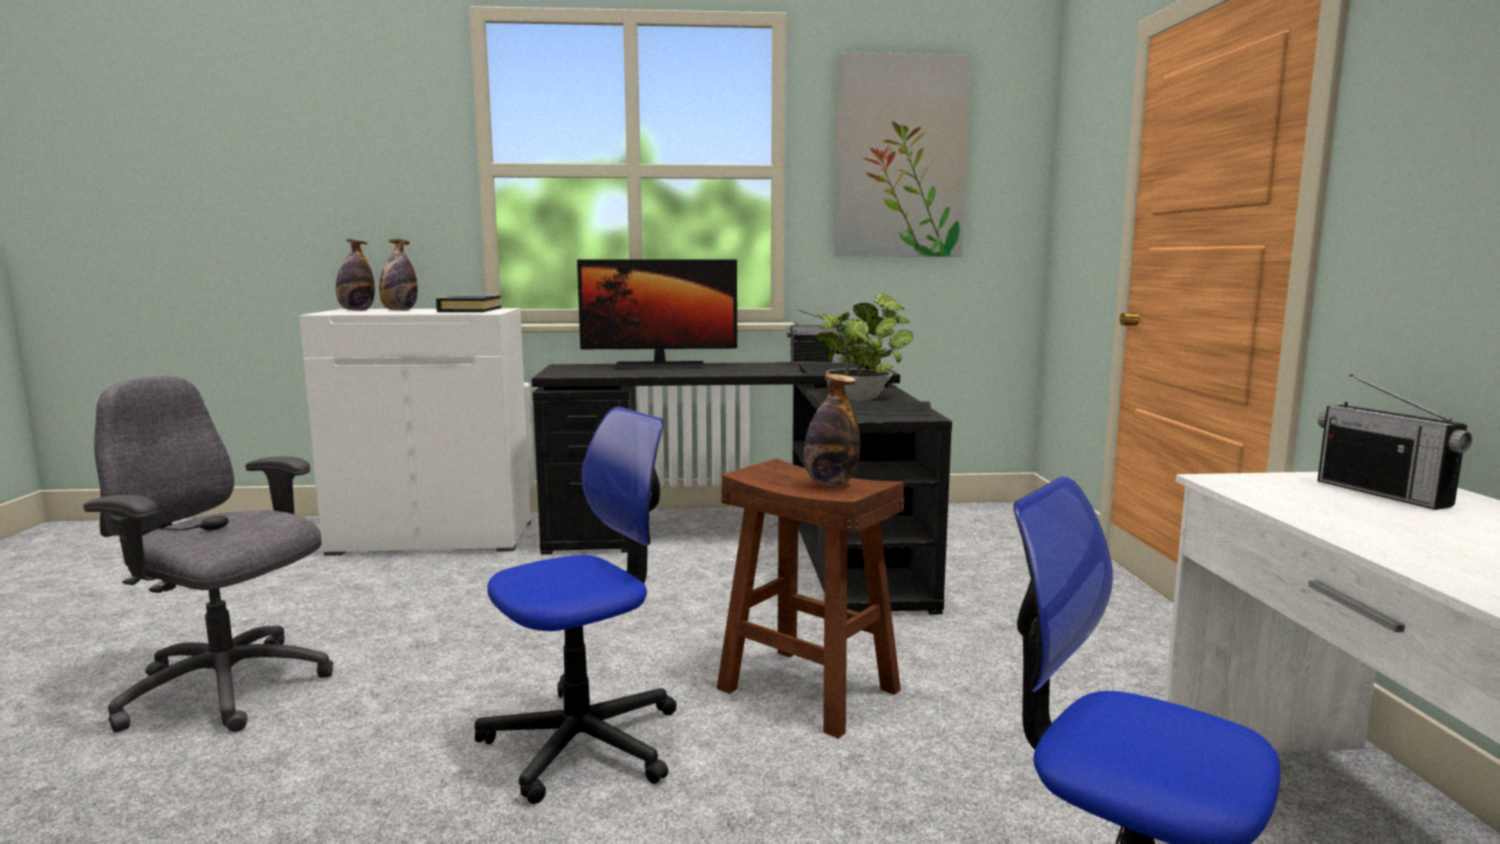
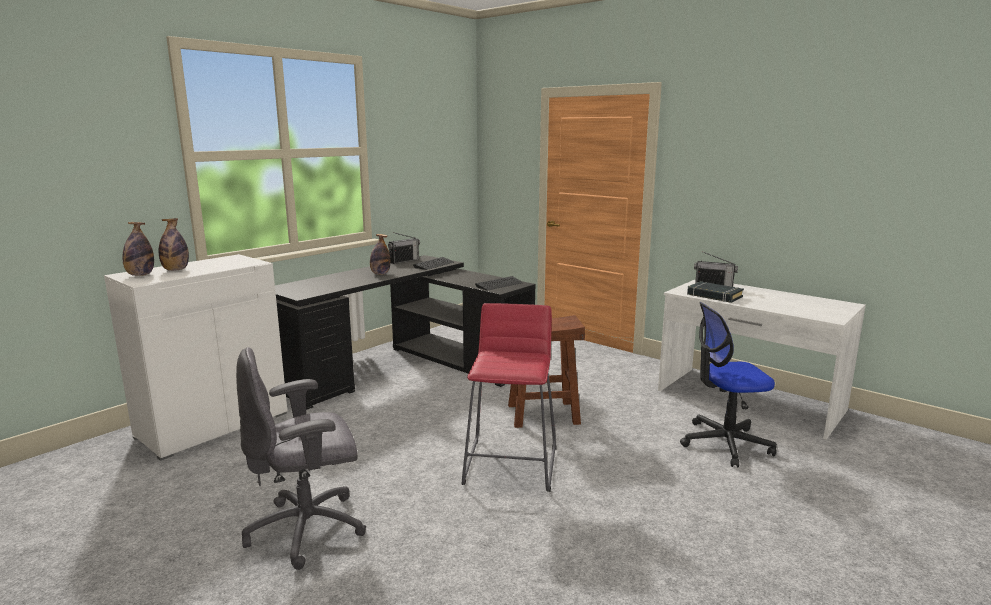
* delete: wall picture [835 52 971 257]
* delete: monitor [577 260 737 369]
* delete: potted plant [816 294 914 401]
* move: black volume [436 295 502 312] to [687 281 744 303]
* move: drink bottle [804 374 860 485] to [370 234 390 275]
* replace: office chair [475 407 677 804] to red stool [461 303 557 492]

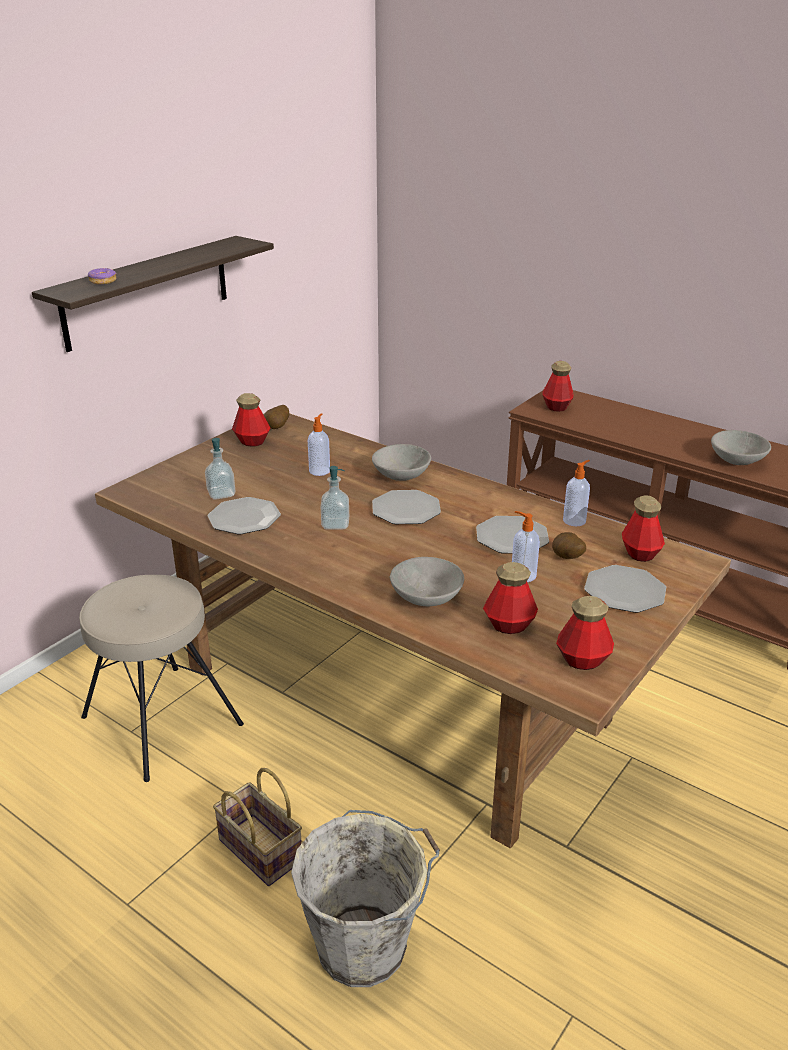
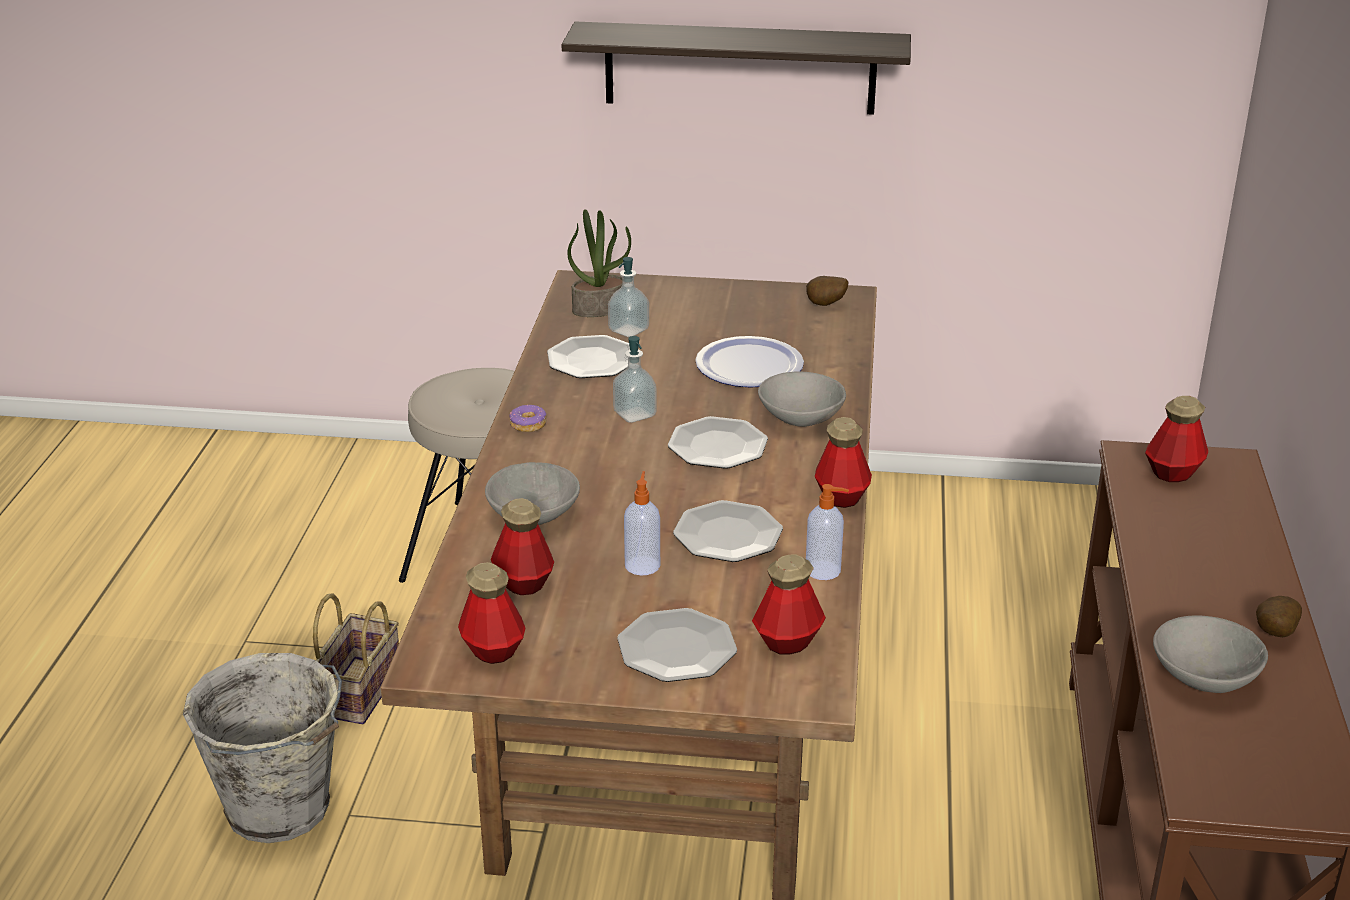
* move: ring doughnut [88 268 116 284] to [509 405 547 432]
* move: drink bottle [232 393 271 447] to [815 417 872 508]
* replace: liquid soap bottle [308 413 330 476] to dinner plate [695 336 804 388]
* move: spud [552 532 586 559] to [1256 596 1302 637]
* insert: potted plant [568 209 631 317]

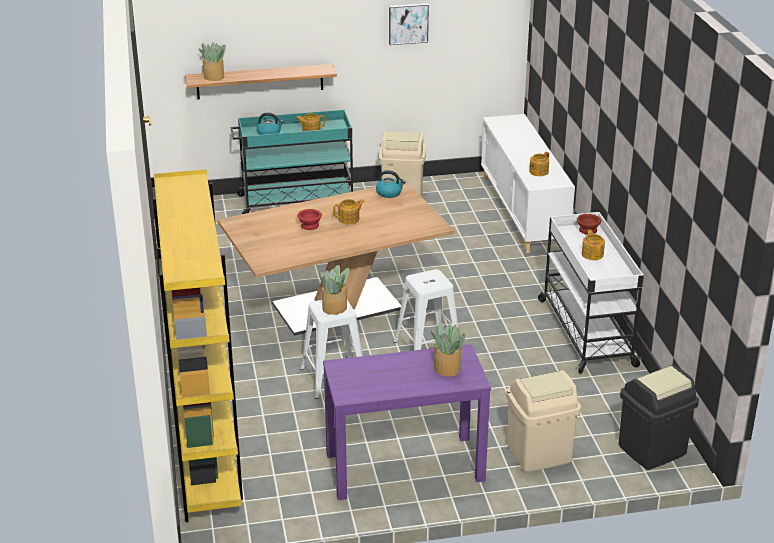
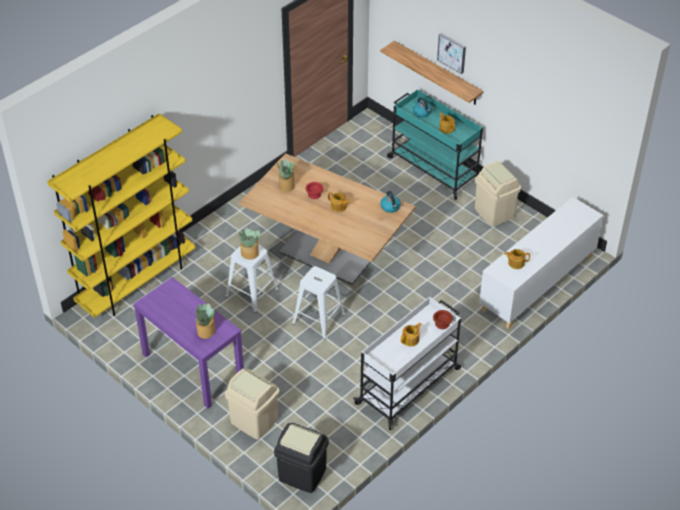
* move: wall picture [389 3 429 45] to [437 33 466 74]
* move: potted plant [199 43 226 81] to [277 159 295 192]

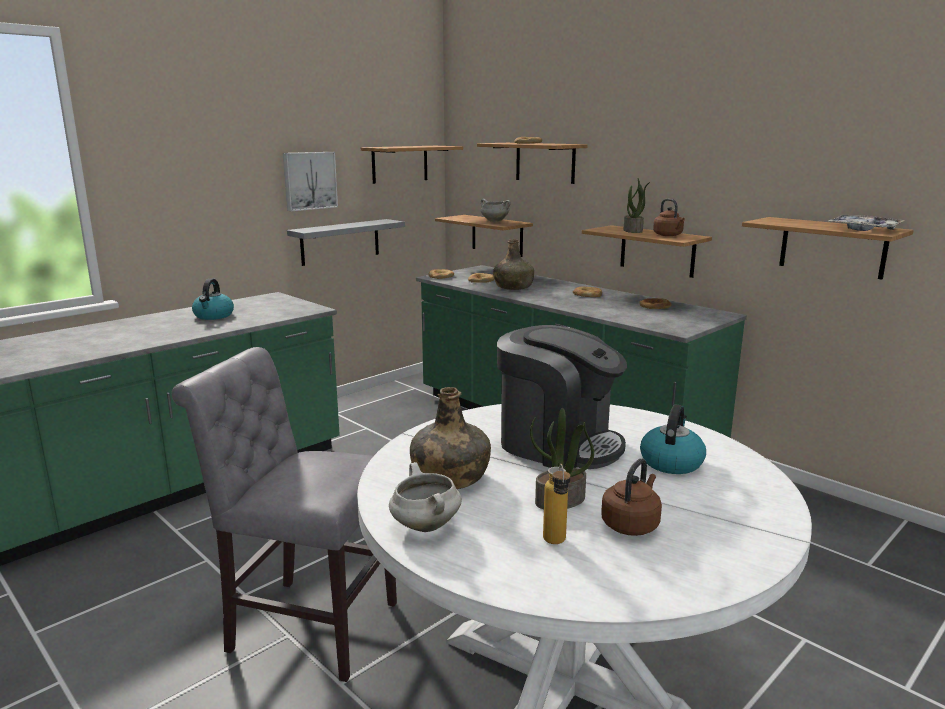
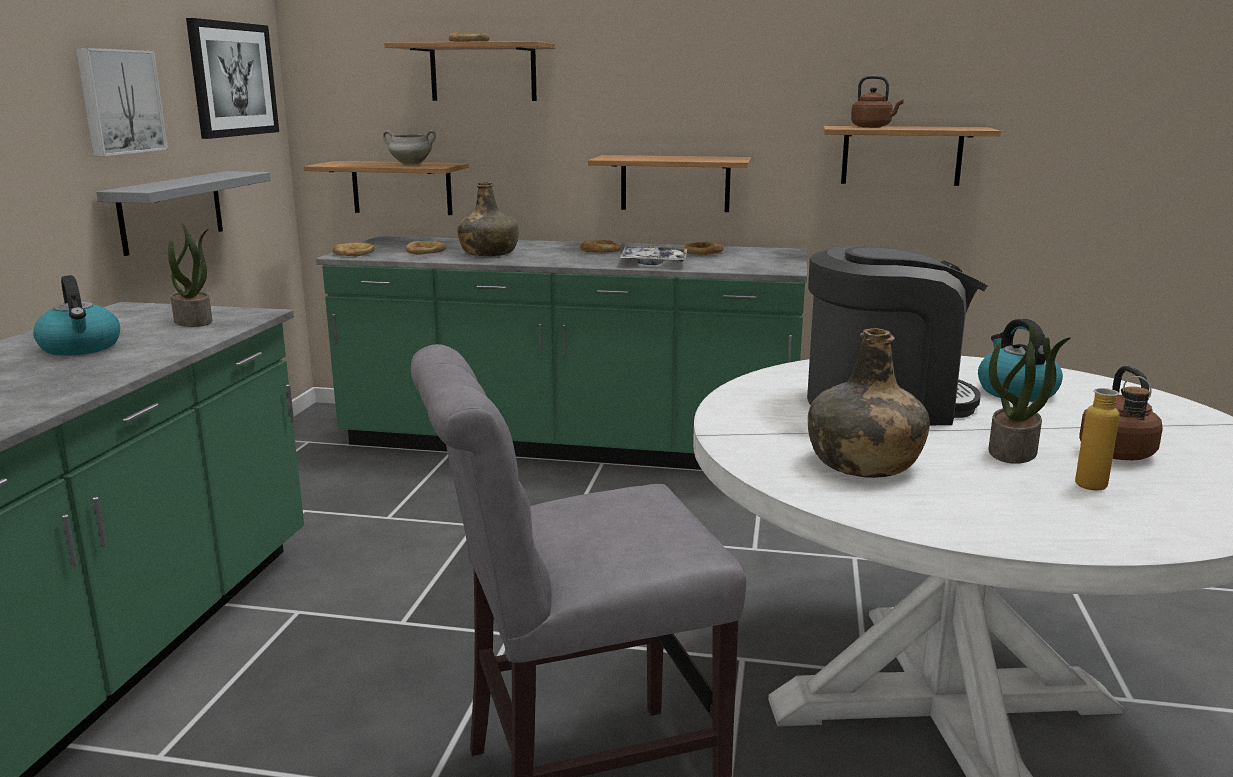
* replace: bracket shelf [361 146 463 184] to wall picture [186 18 279 139]
* move: potted plant [623 178 650 233] to [168 223 212 327]
* move: brown-coloured kettle [653 198 685 236] to [851 76 904 128]
* move: tray [829 215 905 231] to [620 246 687 265]
* delete: white-coloured stockpot [389 462 462 532]

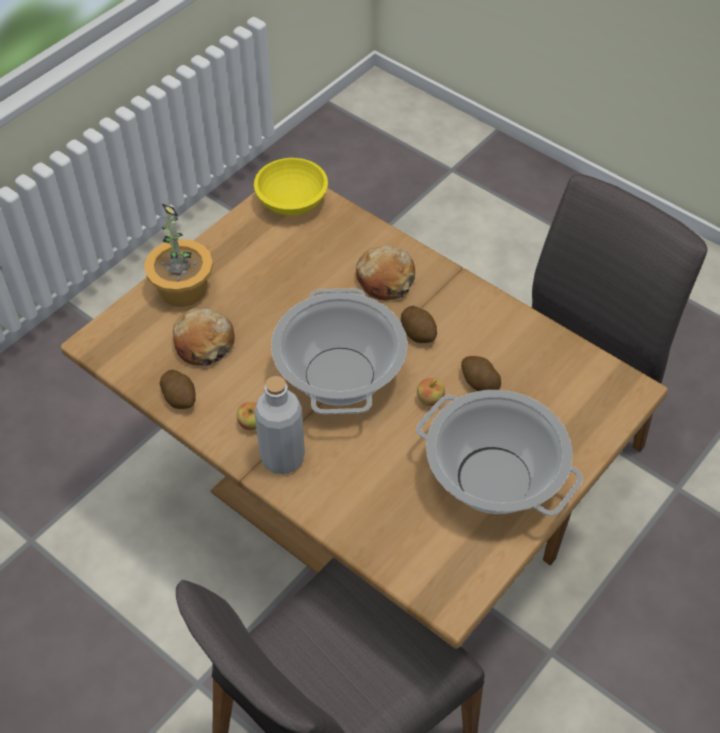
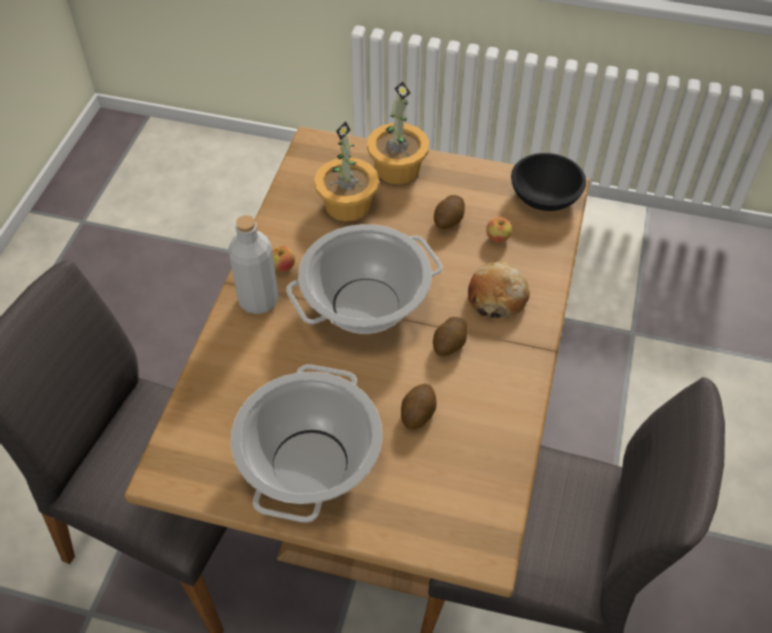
* recolor: yellowish serving bowl [254 158 328 215] to black serving bowl [511 153 586 211]
* replace: bread [173 308 235 366] to potted plant [314 121 379 222]
* move: spud [159 370 196 409] to [434 195 465 229]
* move: apple fruit [417 378 445 406] to [486 217 512 243]

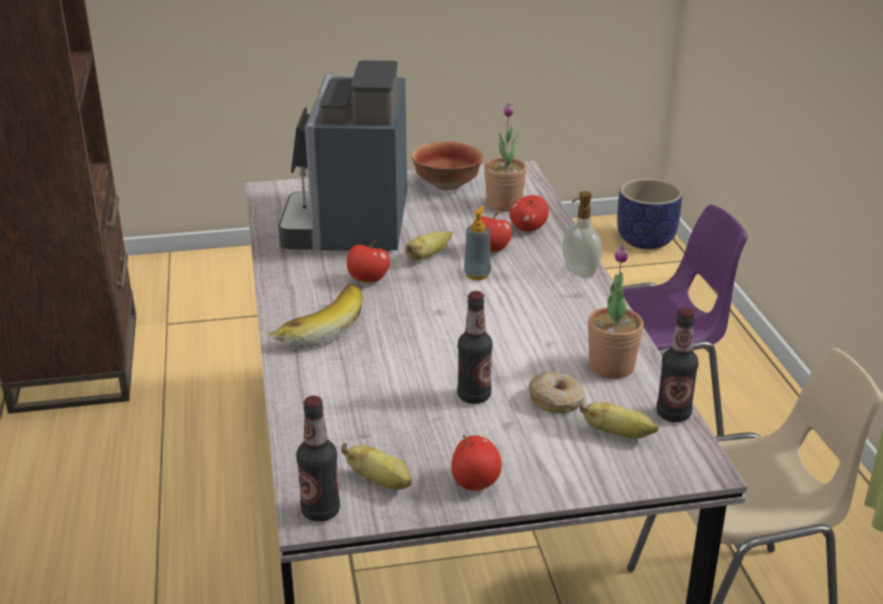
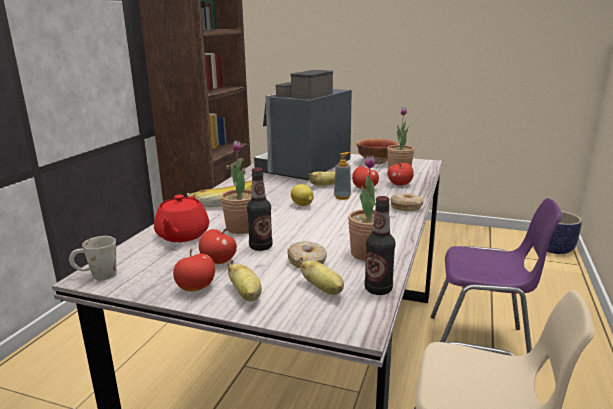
* replace: liquid soap bottle [563 191 601 278] to ring doughnut [390 193 423 211]
* move: apple fruit [347 241 390 283] to [199 228 237 264]
* replace: drink bottle [296 396 340 522] to white-coloured mug [69 236 116 280]
* move: whole banana [341 443 413 490] to [227 260 262 301]
* insert: potted plant [221 140 252 234]
* insert: citrus fruit [291 184 314 206]
* insert: red tea pot [154 194 209 242]

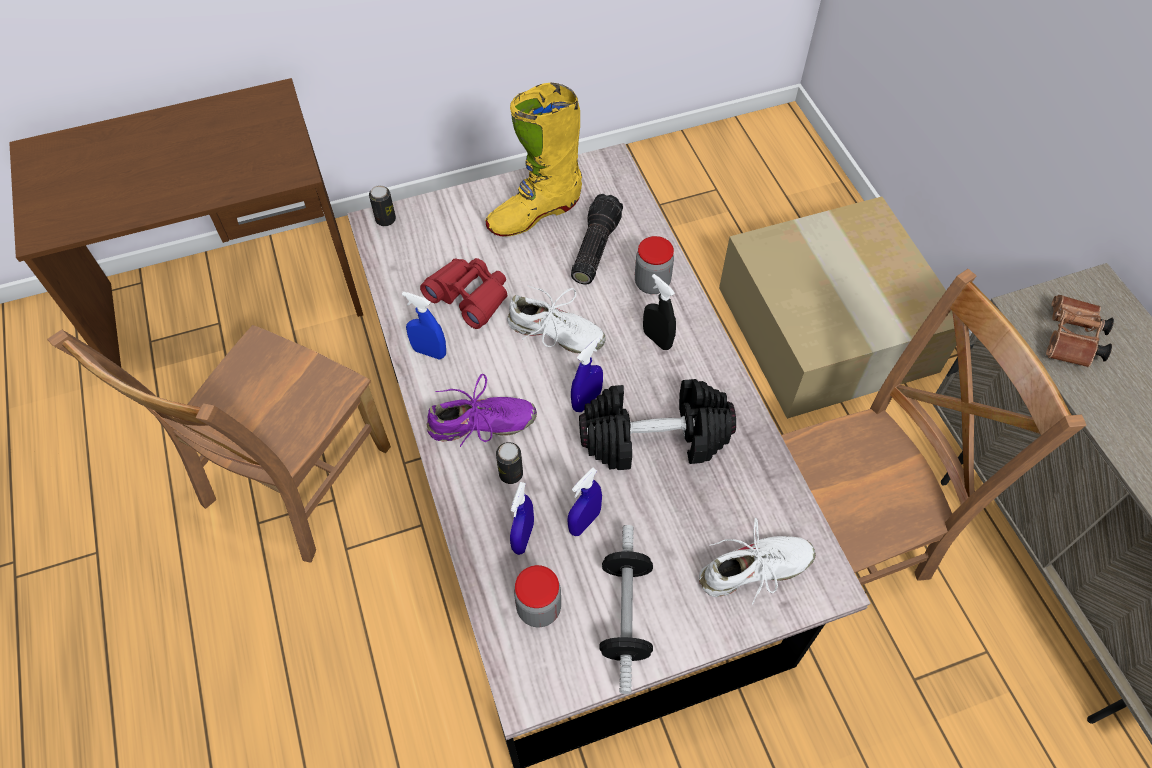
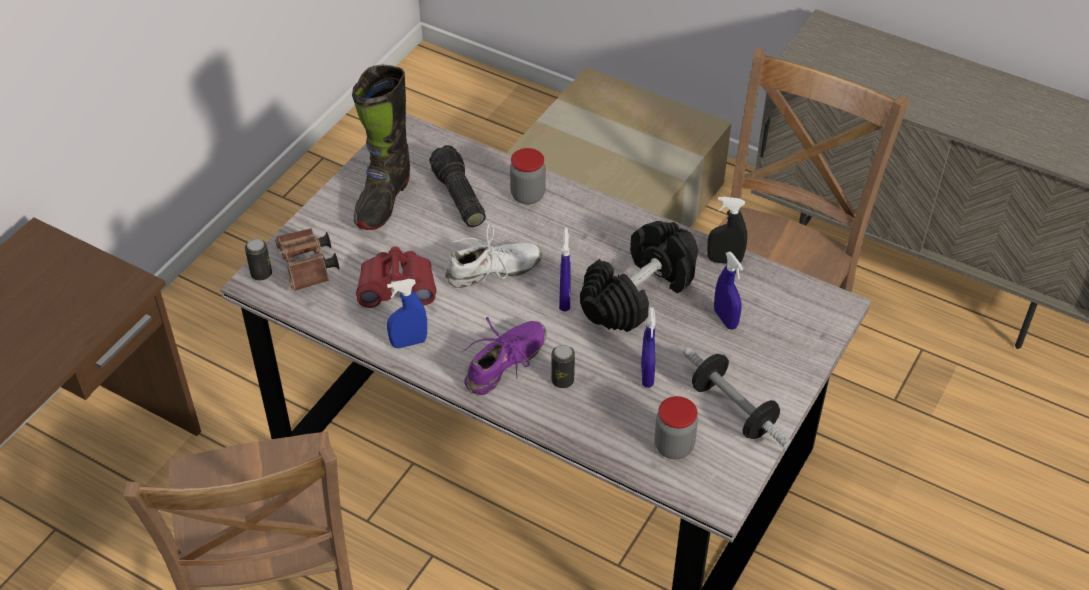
* recolor: yellowish boot [485 83 582 237] to black boot [352 65 410 230]
* move: black sprayer [643 274 676 350] to [707 197 747 264]
* move: brown-coloured pair of binoculars [1046 295 1114 367] to [275 228 340 291]
* move: bluish sprayer [510 482 534 555] to [714 252 743 330]
* delete: white-coloured item of footwear [699 518 816 605]

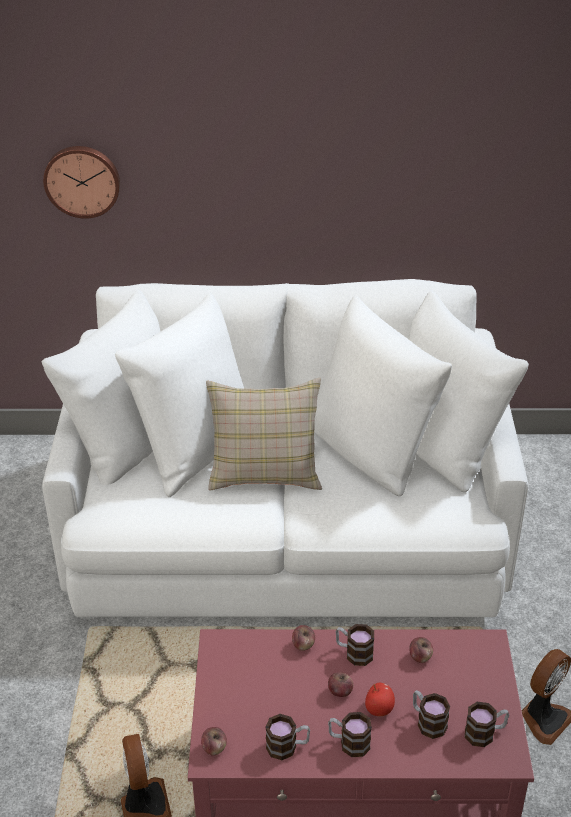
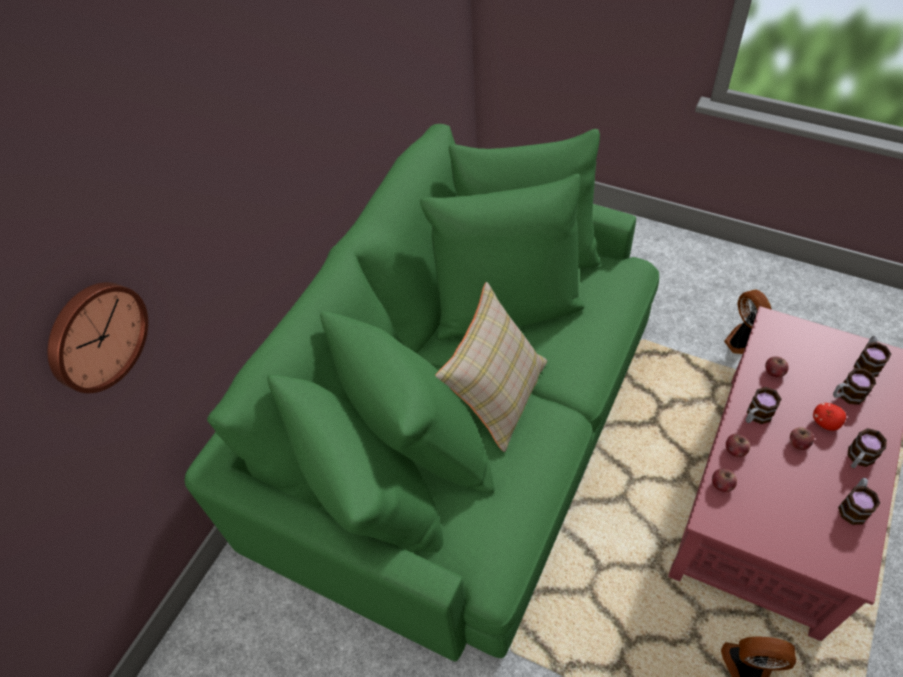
* recolor: white-coloured couch [41 279 529 617] to greenish couch [184 124 659 662]
* move: apple fruit [201 727 227 756] to [712 469 737 492]

